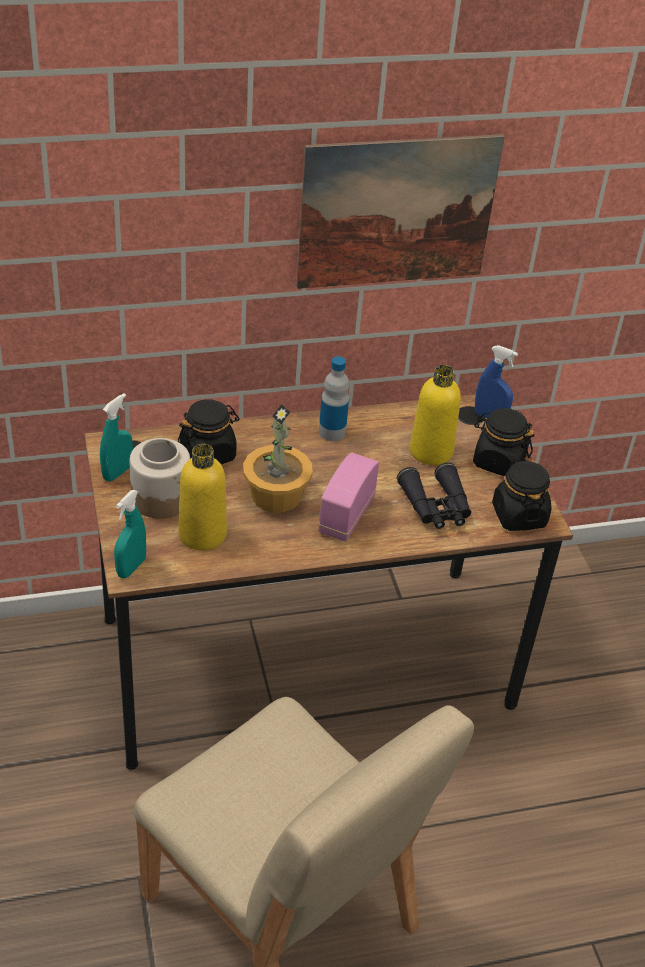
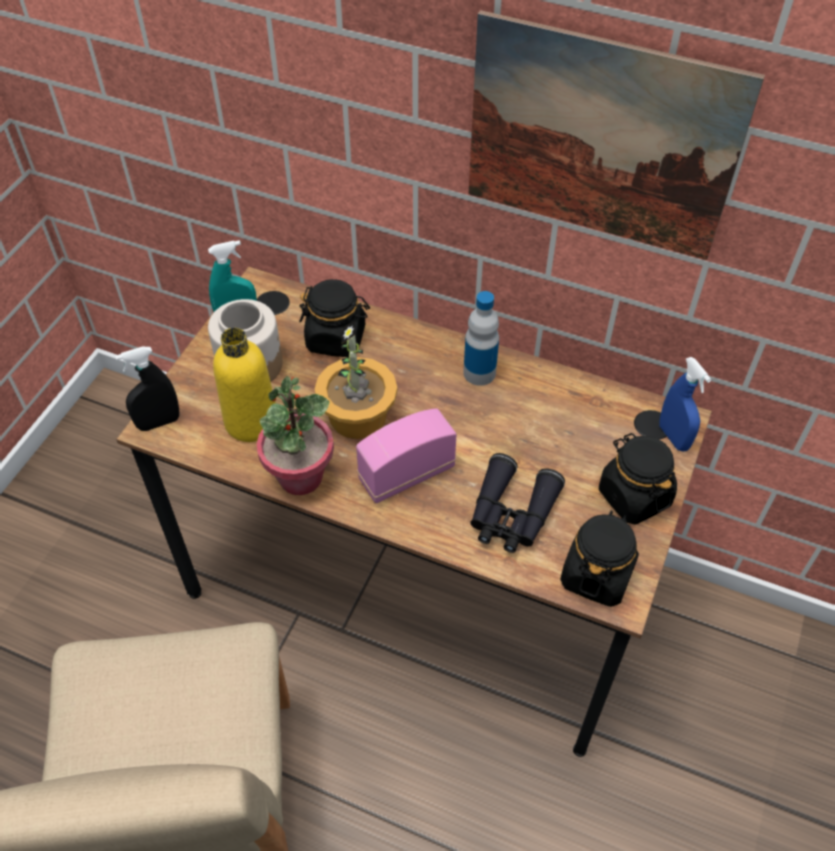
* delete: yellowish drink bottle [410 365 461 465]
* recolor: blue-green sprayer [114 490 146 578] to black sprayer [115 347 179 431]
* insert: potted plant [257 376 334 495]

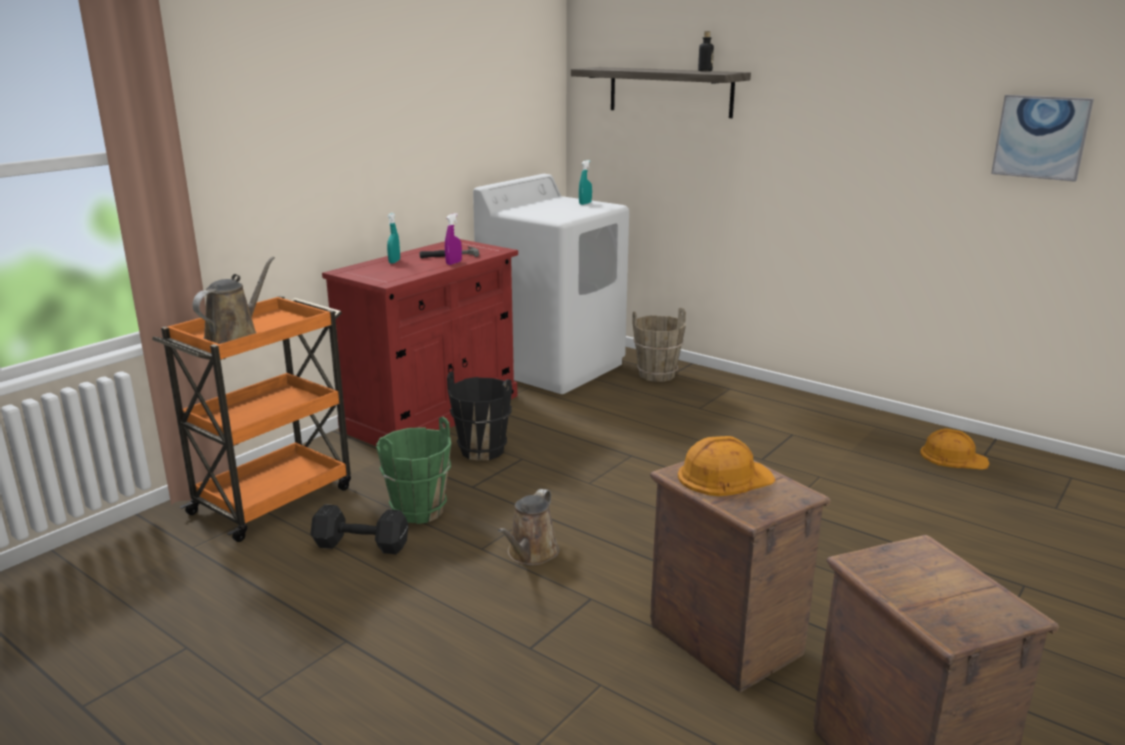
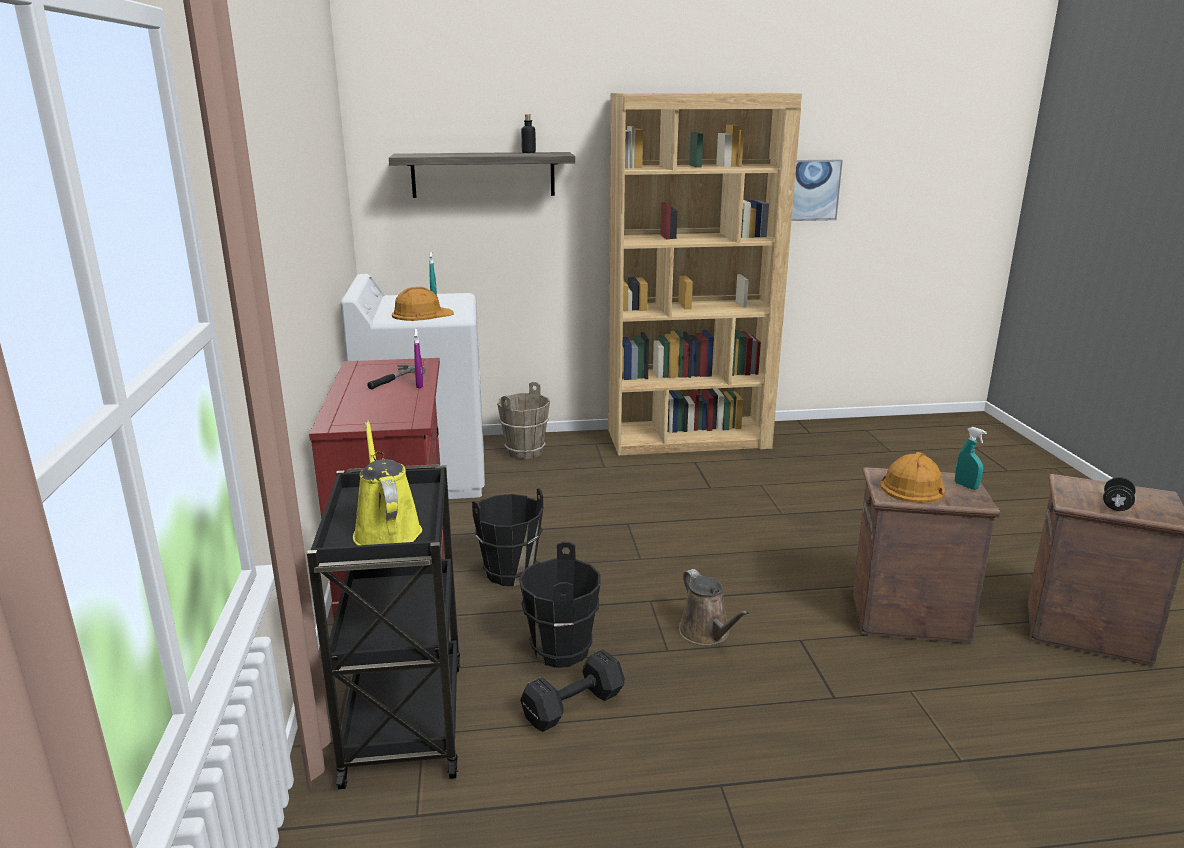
* move: blue-green sprayer [387 213 400 264] to [955 427 987 490]
* recolor: brown-coloured sprinkling can [193 256 275 344] to yellowish sprinkling can [353 420 422 545]
* recolor: orangey wheeled cart [152 296 351 542] to black wheeled cart [307 464 460 789]
* recolor: greenish pail [376 417 451 524] to black pail [519 542 601 668]
* move: orangey safety helmet [920 429 989 470] to [392 287 454 321]
* insert: brown-coloured bookshelf [608 93 802 455]
* insert: black dumbbell [1103 477 1136 511]

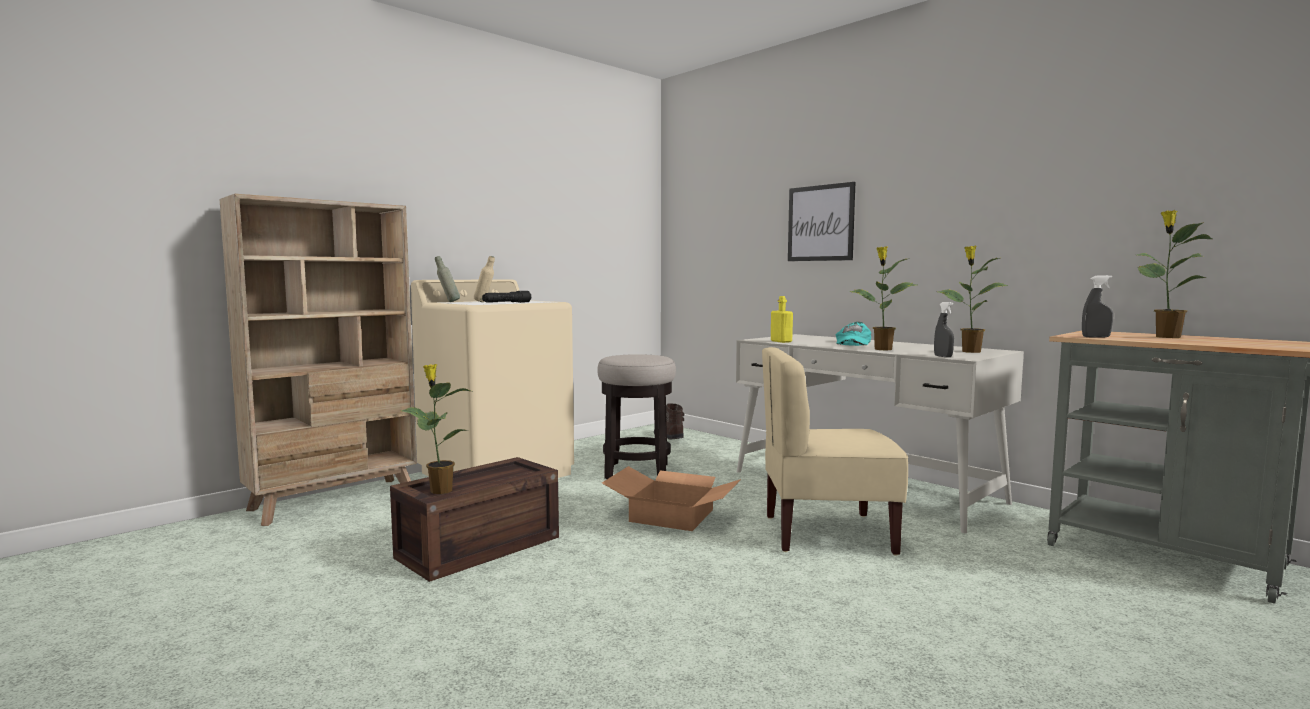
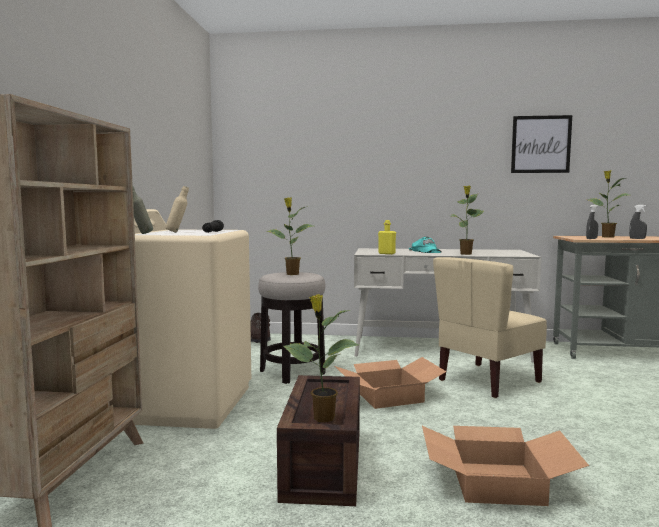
* move: wall picture [788 182 855 261] to [511 115 572 173]
* move: potted plant [938 246 1009 353] to [266 197 313 275]
* move: gray sprayer [934 302 954 357] to [629 205 647 239]
* insert: cardboard box [422 426 589 506]

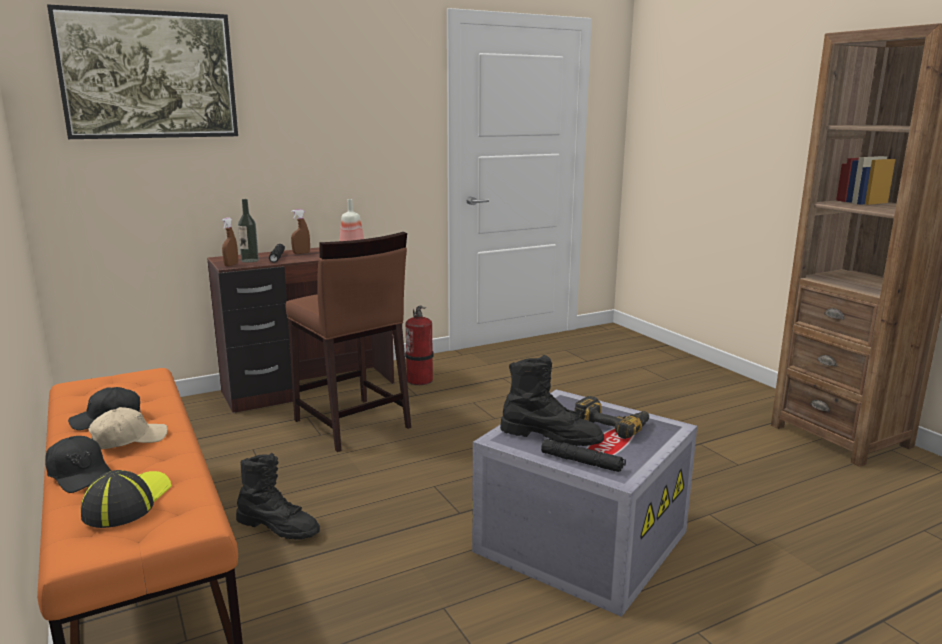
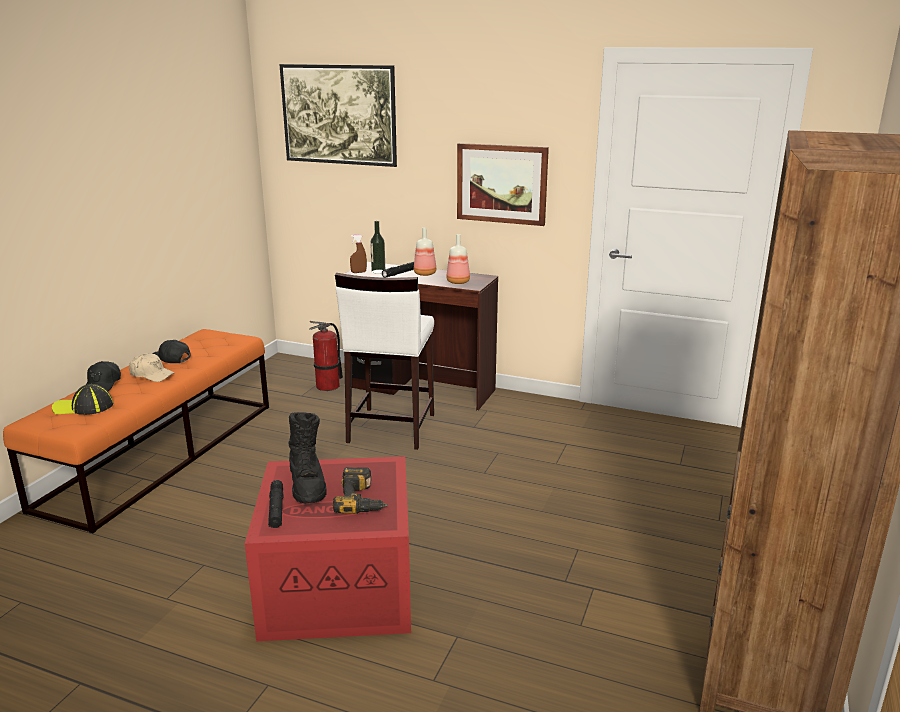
* replace: brown-coloured sprayer [291 209 310 254] to drink bottle [414 227 436 276]
* recolor: brown-coloured stool [285 232 411 452] to white-coloured stool [335 273 434 450]
* move: fire-fighting cylinder [405 306 434 385] to [310 321 343 391]
* recolor: gray storage container [472 389 697 617] to red storage container [245 456 411 641]
* delete: black boot [236 453 320 540]
* rotate: cap [81 470 172 528] = [52 384 113 415] 150 degrees counterclockwise
* insert: wall picture [457 143 549 226]

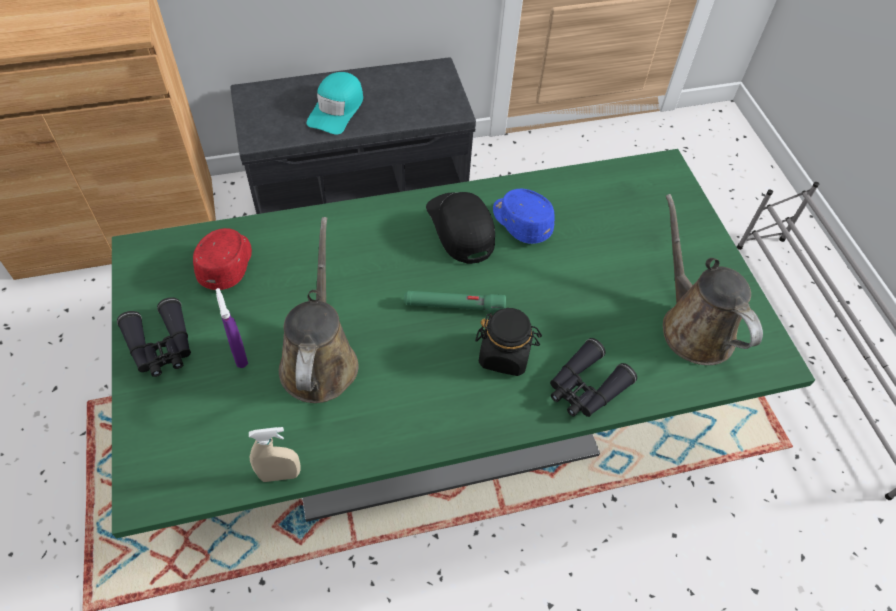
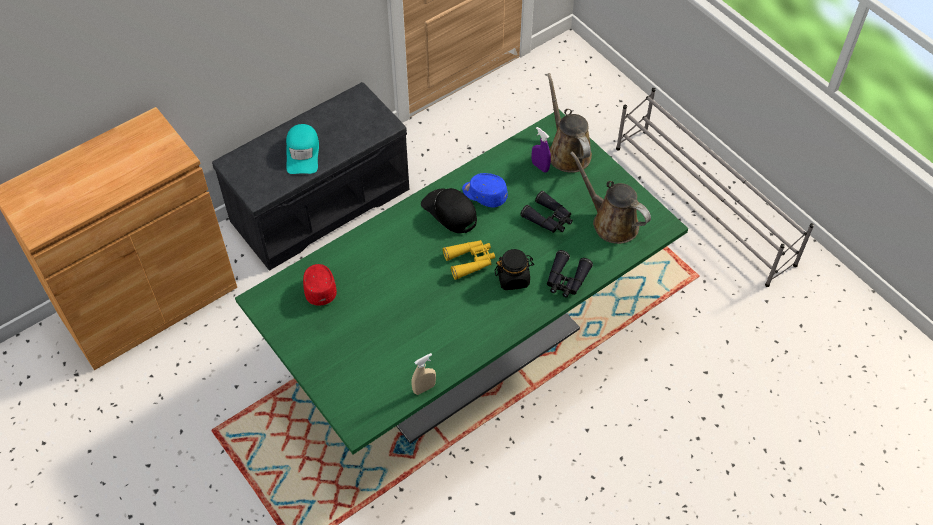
* move: brown-coloured sprinkling can [279 217 358 403] to [547 73 592 173]
* move: purple-coloured sprayer [216 288 248 368] to [532 127 551 172]
* replace: greenish flashlight [404 291 506 313] to yellowish pair of binoculars [443 240 495 280]
* move: black pair of binoculars [117 297 191 377] to [520 191 573 233]

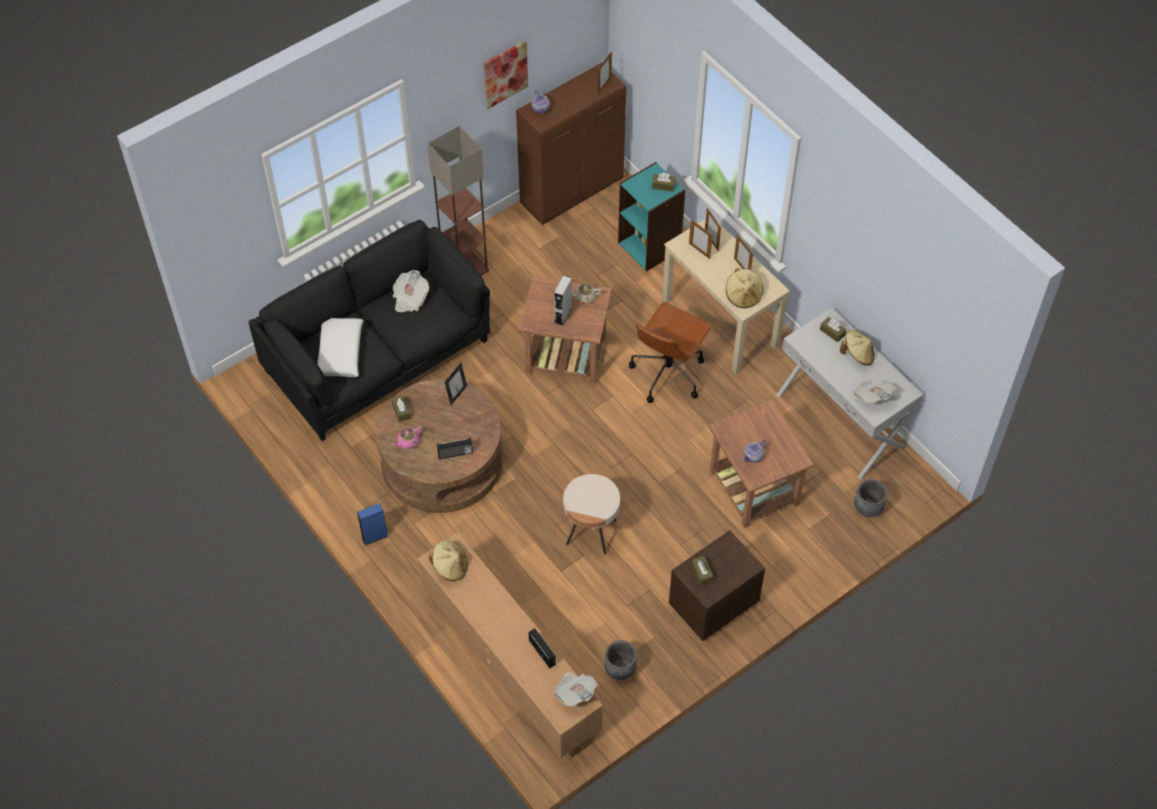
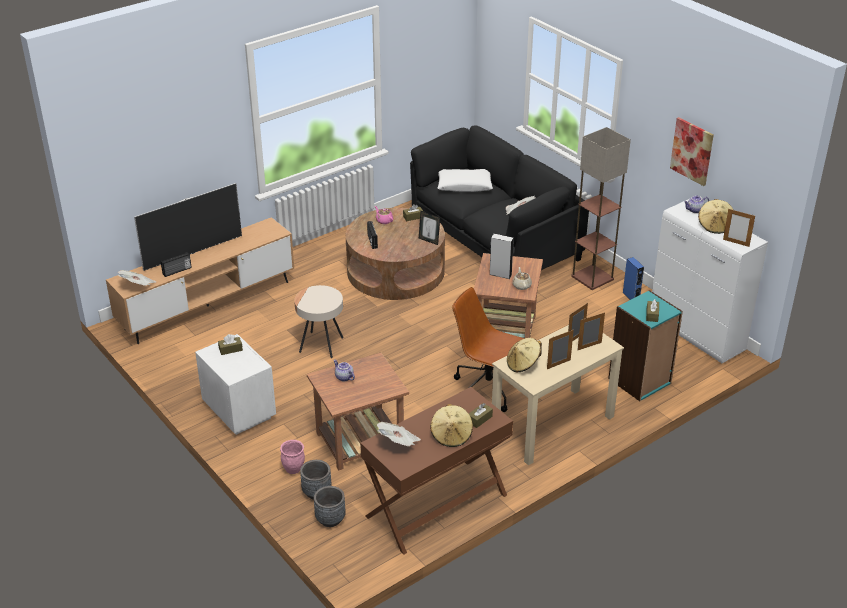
* recolor: brown-coloured cupboard [516 63 626 225] to white-coloured cupboard [652 199 768 363]
* recolor: white-coloured hall table [777 307 923 479] to brown-coloured hall table [360 387 513 555]
* move: bluish loudspeaker [357 503 388 546] to [623 257 644 300]
* recolor: brown-coloured nightstand [669 530 765 641] to white-coloured nightstand [195 334 276 435]
* move: beige-coloured hat [429 540 468 581] to [698 199 733 234]
* move: gray planter [604 640 637 680] to [300 460 332 500]
* insert: television [134 183 242 271]
* insert: pink-coloured planter [280 440 305 474]

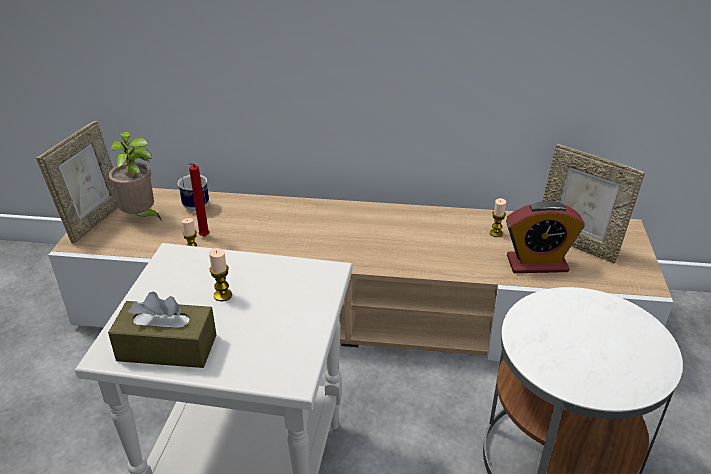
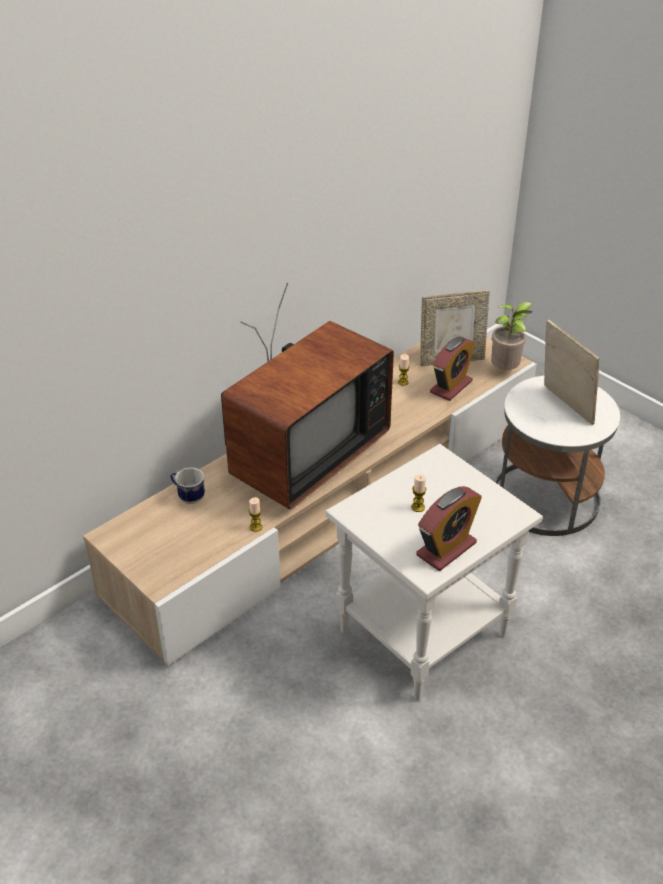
* move: picture frame [36 121 118 244] to [544 319 600 425]
* move: potted plant [109 132 162 221] to [491 302 532 370]
* delete: red candle [189 163 210 237]
* replace: brown-coloured box of tissues [108 291 217 368] to bedside clock [416 486 482 571]
* insert: television [221 283 394 509]

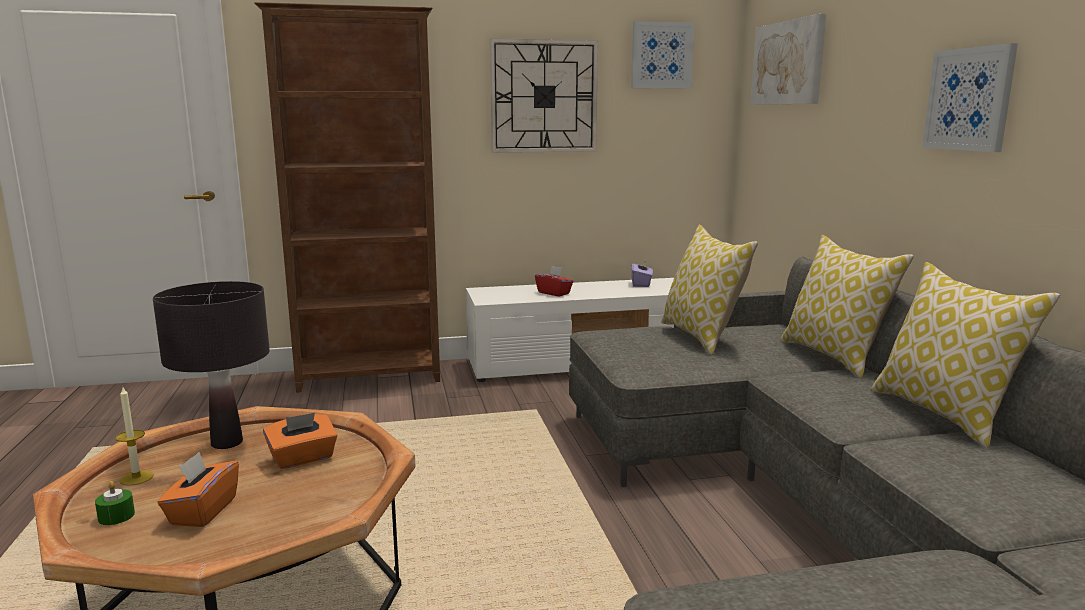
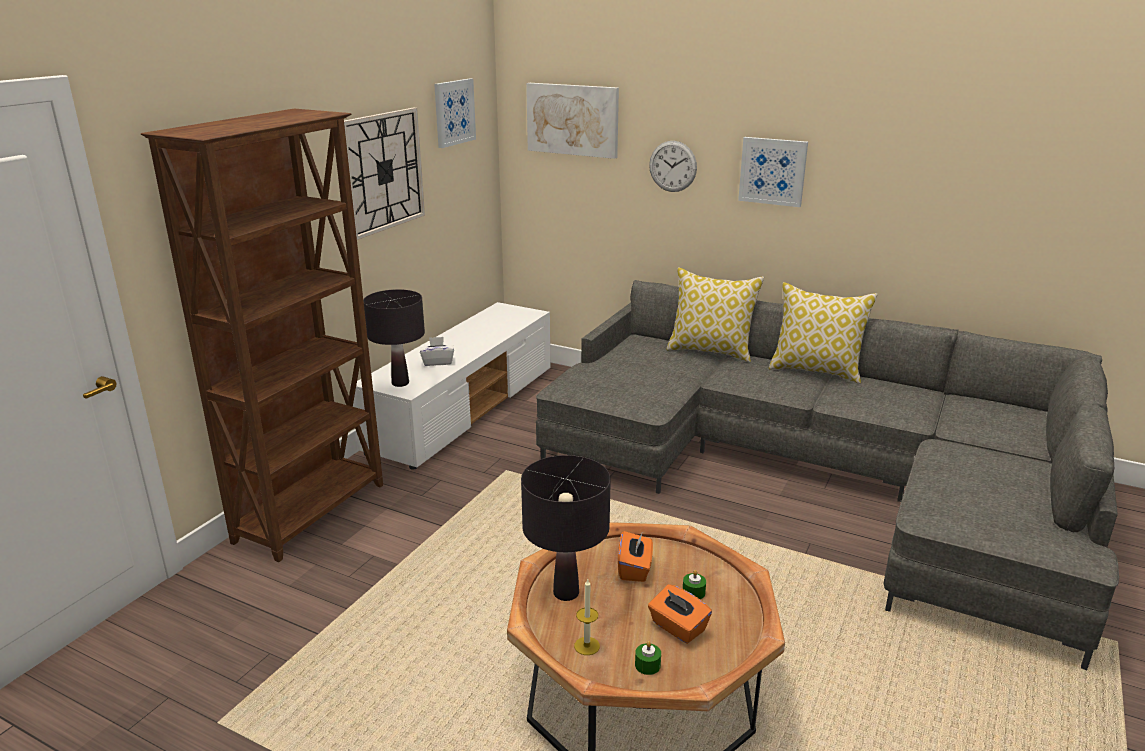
* delete: throw pillow [661 225 758 355]
* delete: purple-coloured box of tissues [631 260 653 287]
* recolor: red box of tissues [535 266 573 297] to white-coloured box of tissues [420 337 454 366]
* insert: wall clock [649 141 697 192]
* insert: black tabletop lamp [363 289 425 387]
* insert: greenish candle [683 570 706 599]

